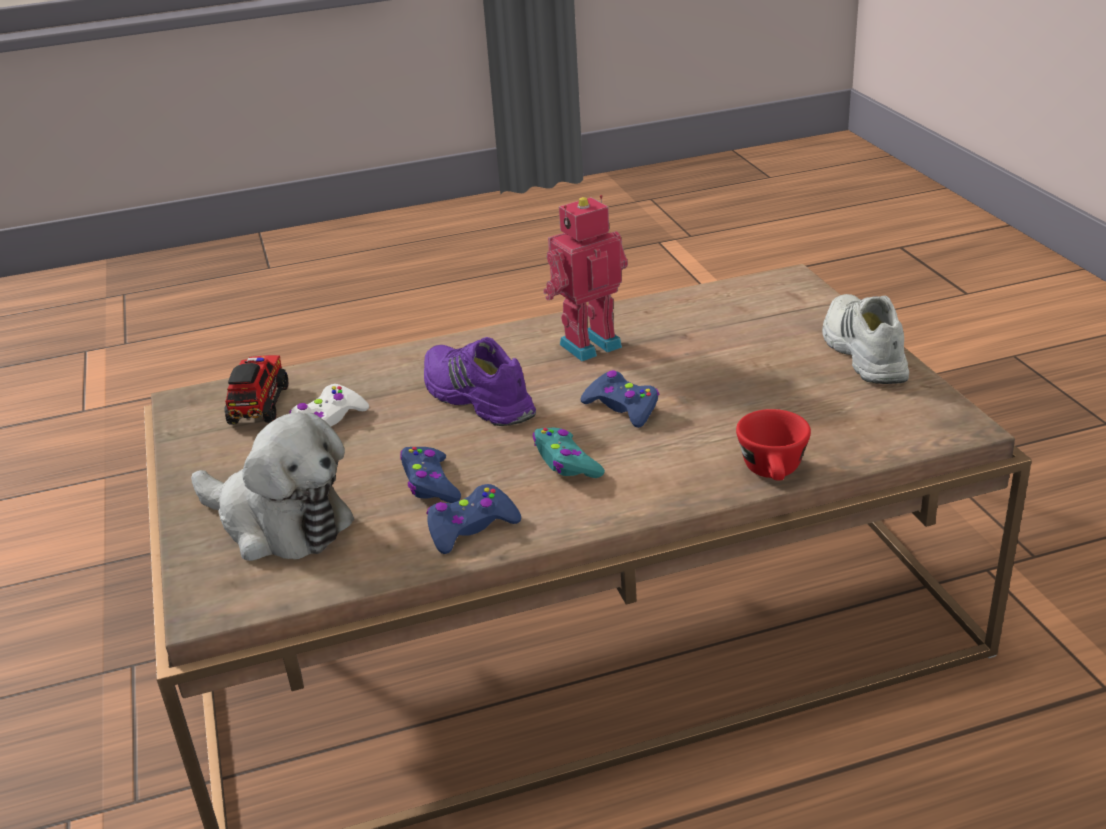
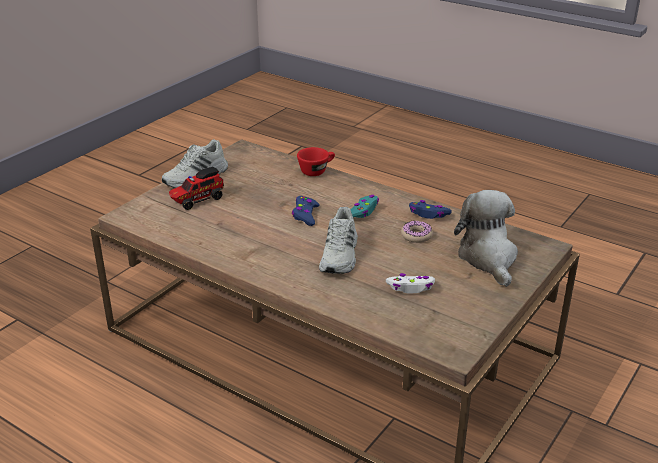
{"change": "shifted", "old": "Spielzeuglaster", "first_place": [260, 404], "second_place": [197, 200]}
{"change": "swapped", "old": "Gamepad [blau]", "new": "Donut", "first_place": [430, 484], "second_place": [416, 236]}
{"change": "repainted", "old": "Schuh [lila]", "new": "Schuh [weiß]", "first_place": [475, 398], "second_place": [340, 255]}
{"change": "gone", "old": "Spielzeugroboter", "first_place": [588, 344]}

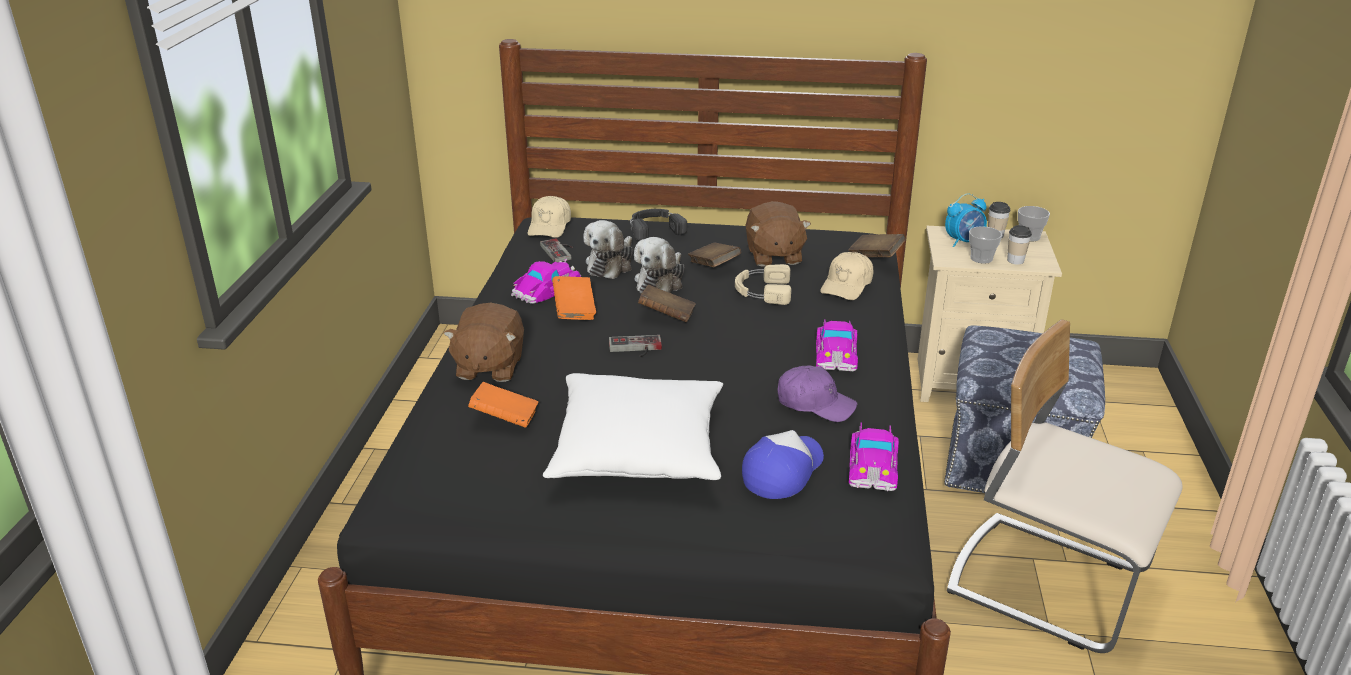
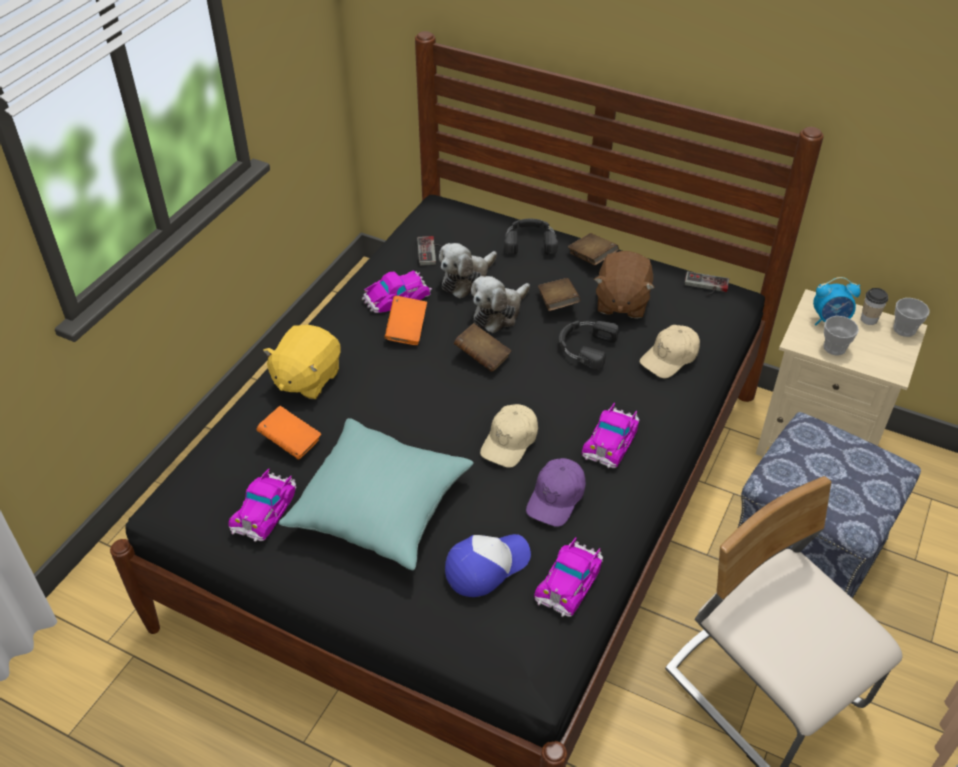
{"change": "repainted", "old": "Plüschtier [braun]", "new": "Plüschtier [gelb]", "first_place": [489, 367], "second_place": [306, 379]}
{"change": "shifted", "old": "Kappe [beige]", "first_place": [550, 226], "second_place": [510, 441]}
{"change": "repainted", "old": "Kissen [weiß]", "new": "Kissen [türkis]", "first_place": [638, 450], "second_place": [380, 507]}
{"change": "shifted", "old": "Gamepad", "first_place": [635, 348], "second_place": [705, 286]}
{"change": "repainted", "old": "Kopfhörer [beige]", "new": "Kopfhörer [schwarz]", "first_place": [762, 291], "second_place": [585, 346]}
{"change": "rotated", "old": "Kappe [lila]", "first_place": [815, 404], "second_place": [556, 498], "degrees": 75}
{"change": "shifted", "old": "Buch [braun]", "first_place": [875, 257], "second_place": [592, 258]}
{"change": "gone", "old": "Tasse", "first_place": [1015, 260]}
{"change": "new", "new": "Spielzeugauto", "second_place": [264, 509]}

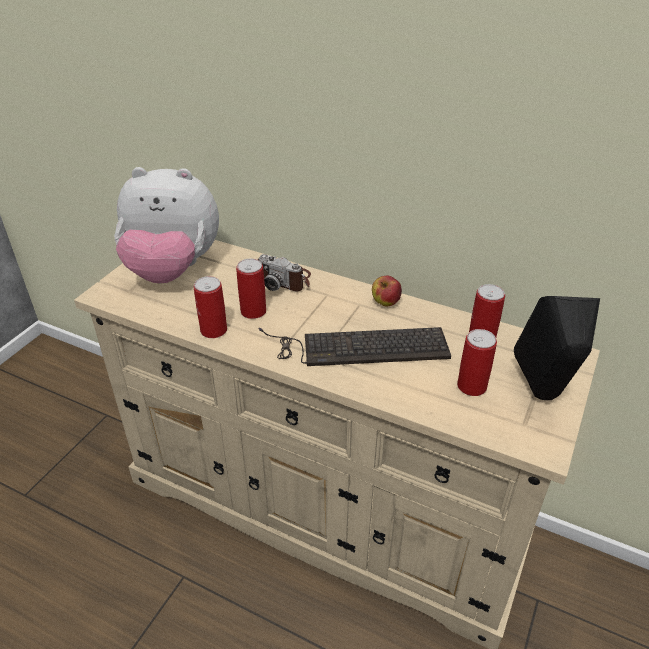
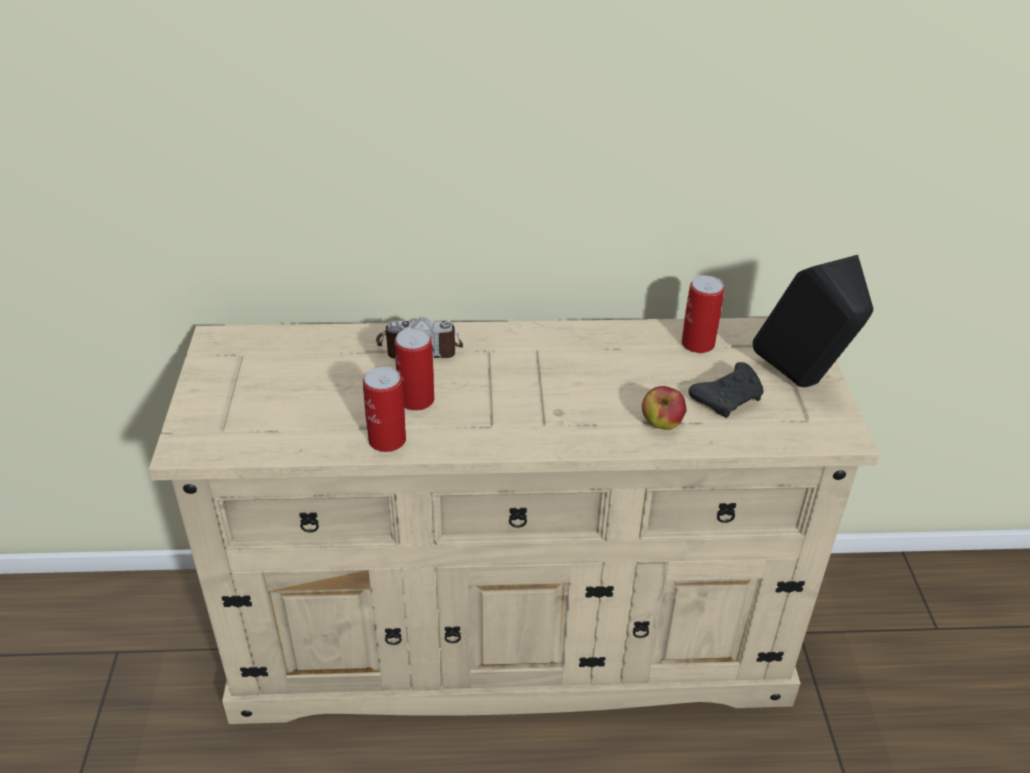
{"change": "gone", "old": "Plüschtier", "first_place": [172, 270]}
{"change": "gone", "old": "Tastatur", "first_place": [357, 346]}
{"change": "shifted", "old": "Apfel", "first_place": [385, 303], "second_place": [661, 424]}
{"change": "swapped", "old": "Dose", "new": "Gamepad [schwarz]", "first_place": [471, 386], "second_place": [728, 398]}

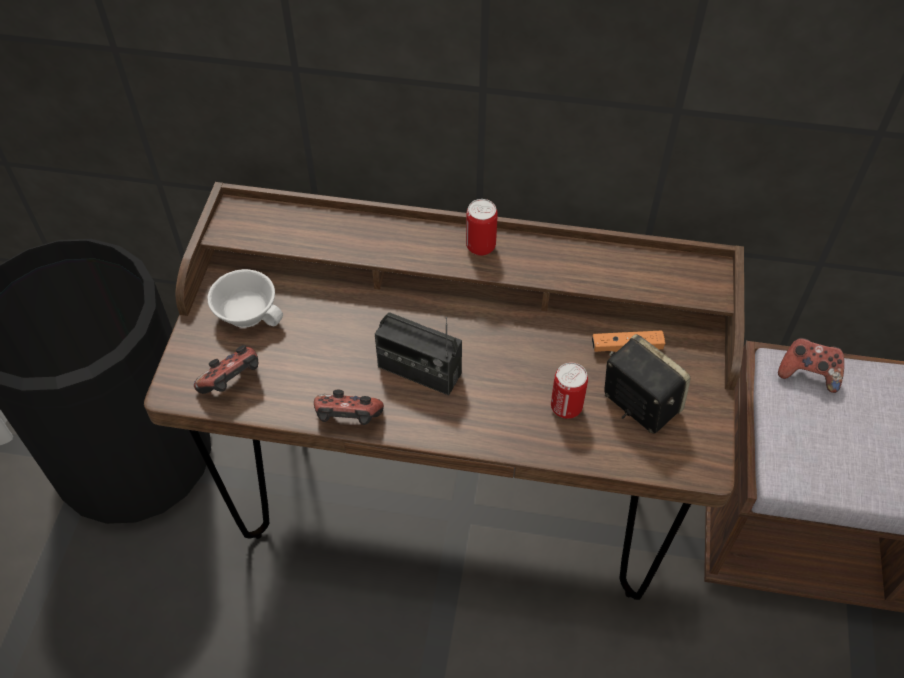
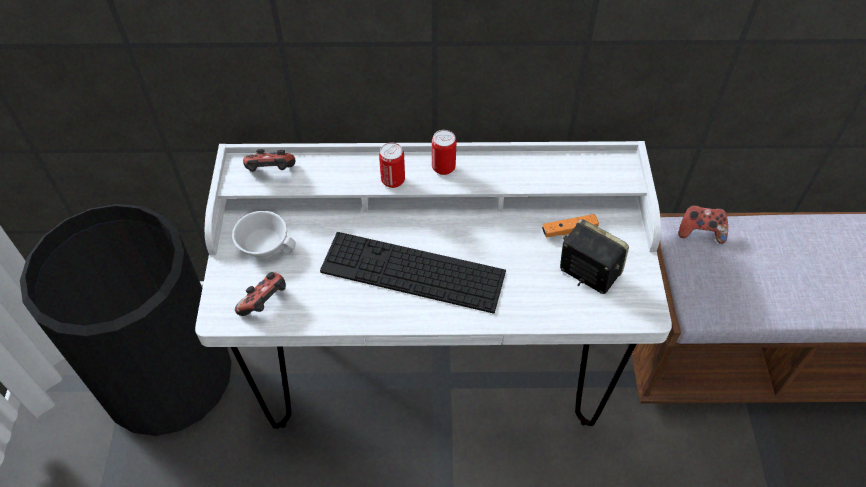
{"change": "repainted", "old": "Schreibtisch [braun]", "new": "Schreibtisch [weiß]", "first_place": [452, 498], "second_place": [433, 370]}
{"change": "shifted", "old": "Gamepad", "first_place": [348, 420], "second_place": [271, 173]}
{"change": "swapped", "old": "Radio", "new": "Tastatur", "first_place": [419, 370], "second_place": [413, 272]}
{"change": "shifted", "old": "Dose", "first_place": [566, 407], "second_place": [393, 180]}

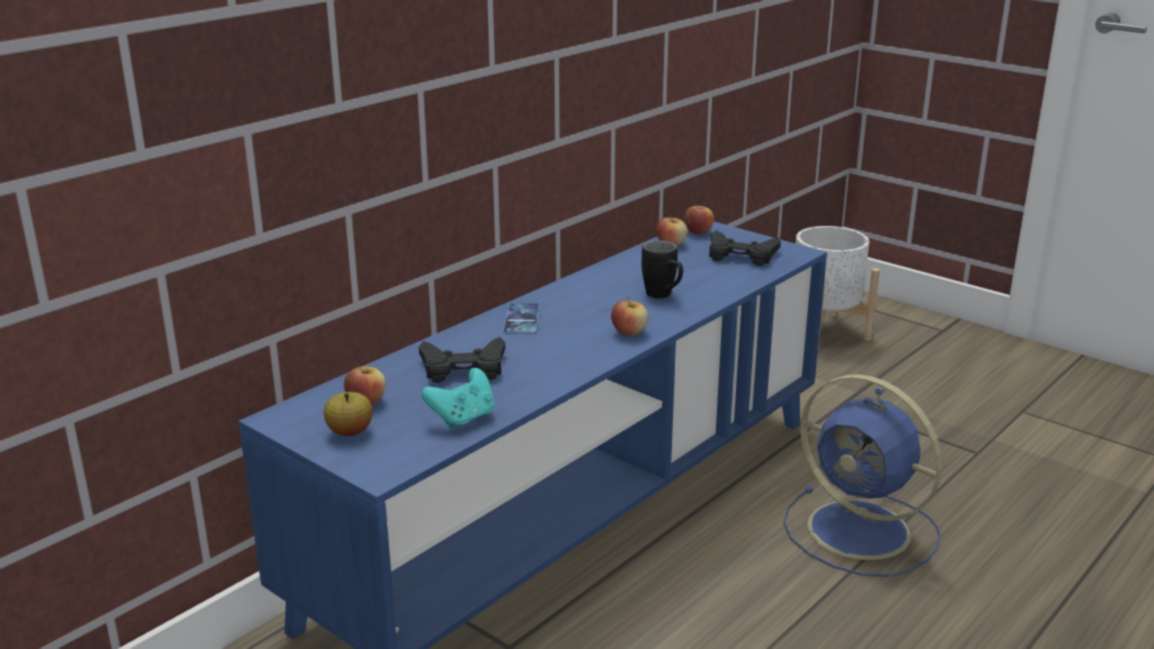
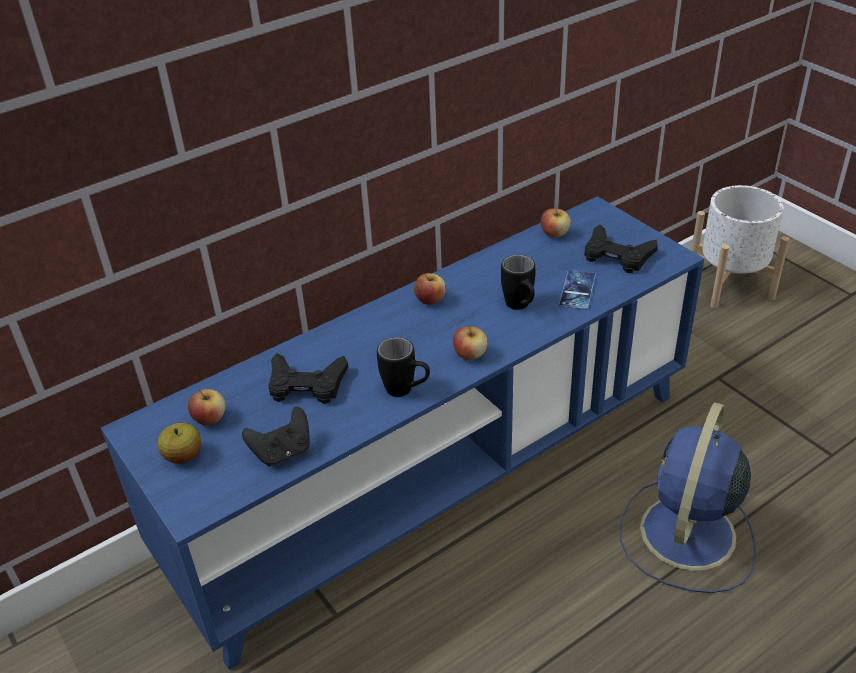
{"change": "repainted", "old": "Gamepad [türkis]", "new": "Gamepad [schwarz]", "first_place": [463, 418], "second_place": [282, 452]}
{"change": "shifted", "old": "Handy", "first_place": [522, 319], "second_place": [577, 290]}
{"change": "shifted", "old": "Apfel", "first_place": [698, 232], "second_place": [430, 300]}
{"change": "rotated", "old": "Ventilator [blau]", "first_place": [863, 532], "second_place": [686, 536], "degrees": 60}
{"change": "new", "new": "Henkelbecher [schwarz]", "second_place": [406, 391]}

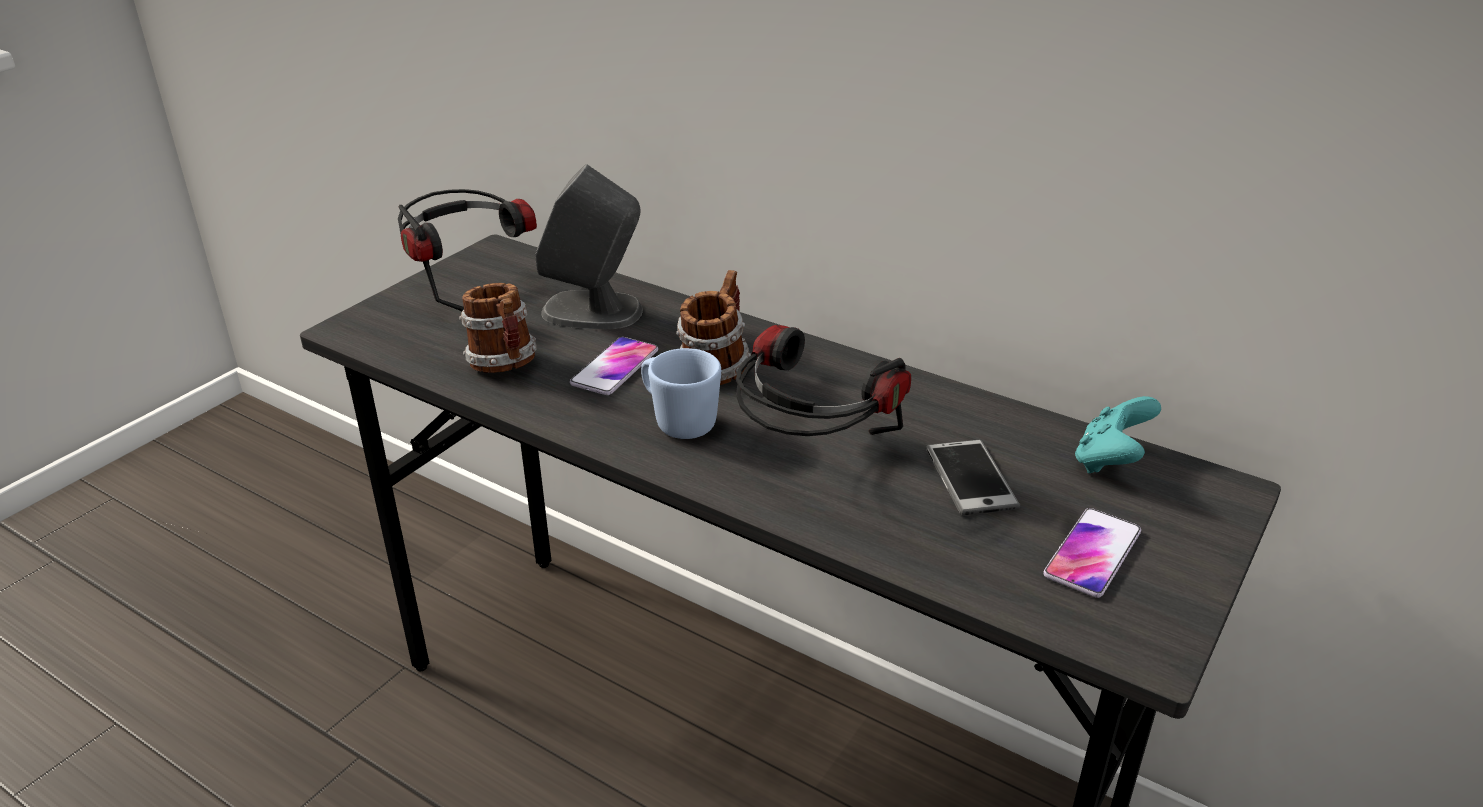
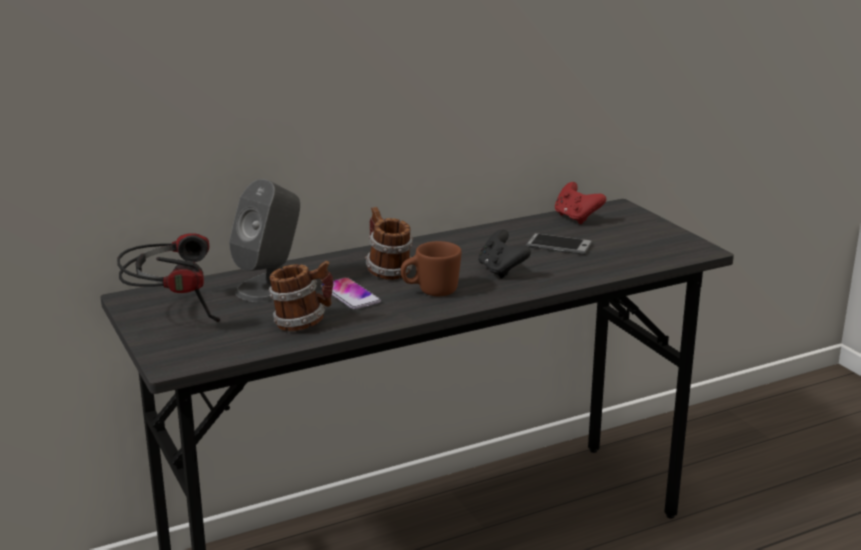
{"change": "repainted", "old": "Henkelbecher [blau]", "new": "Henkelbecher [braun]", "first_place": [678, 421], "second_place": [430, 292]}
{"change": "swapped", "old": "Kopfhörer", "new": "Gamepad [schwarz]", "first_place": [809, 456], "second_place": [501, 271]}
{"change": "gone", "old": "Handy", "first_place": [1092, 554]}
{"change": "repainted", "old": "Gamepad [türkis]", "new": "Gamepad [rot]", "first_place": [1110, 461], "second_place": [576, 218]}

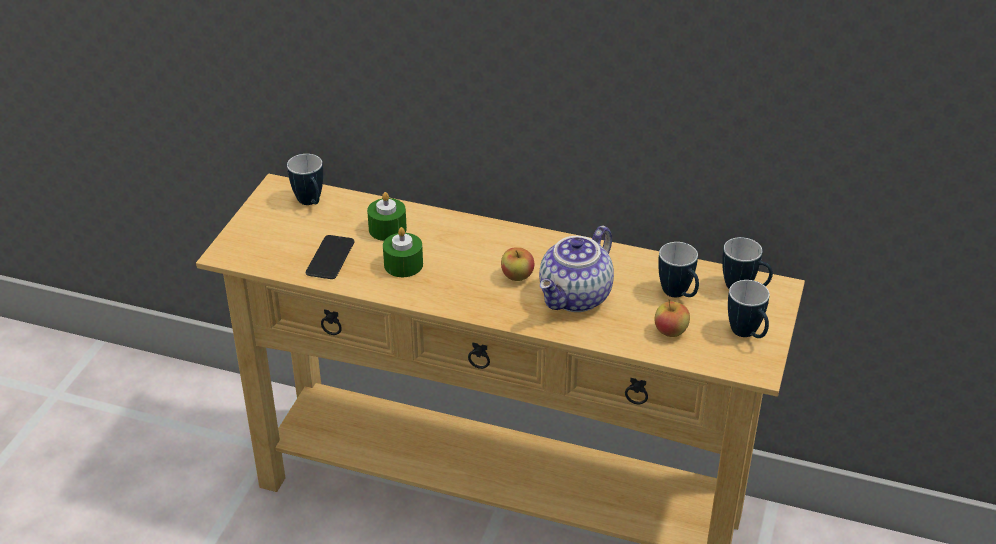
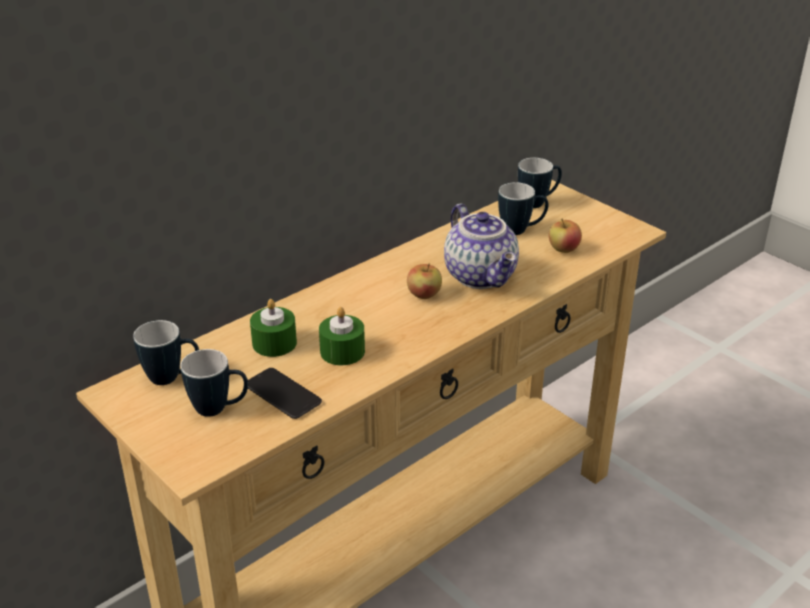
{"change": "shifted", "old": "Henkelbecher", "first_place": [747, 335], "second_place": [219, 409]}

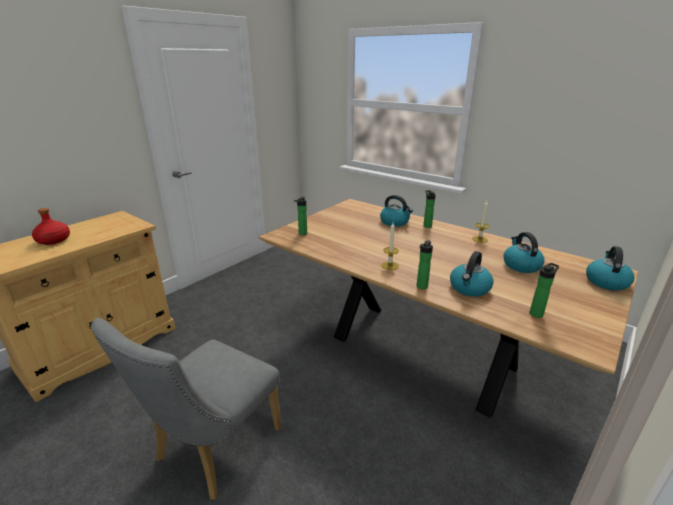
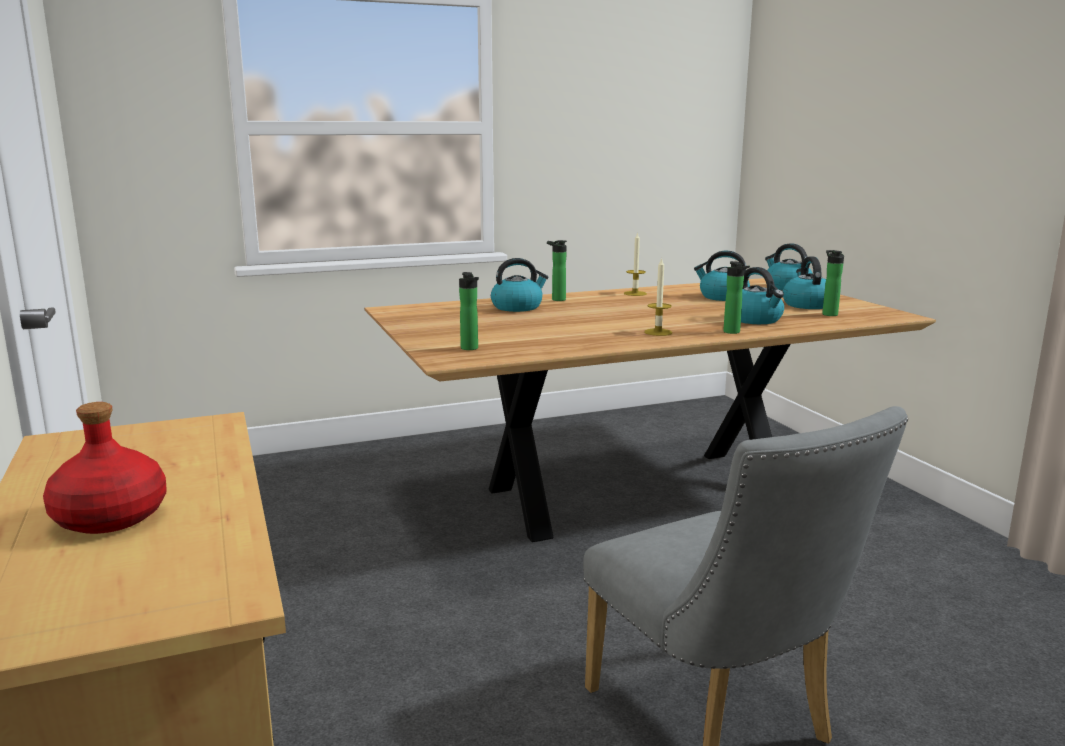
{"change": "new", "new": "Wasserkessel", "second_place": [807, 305]}

